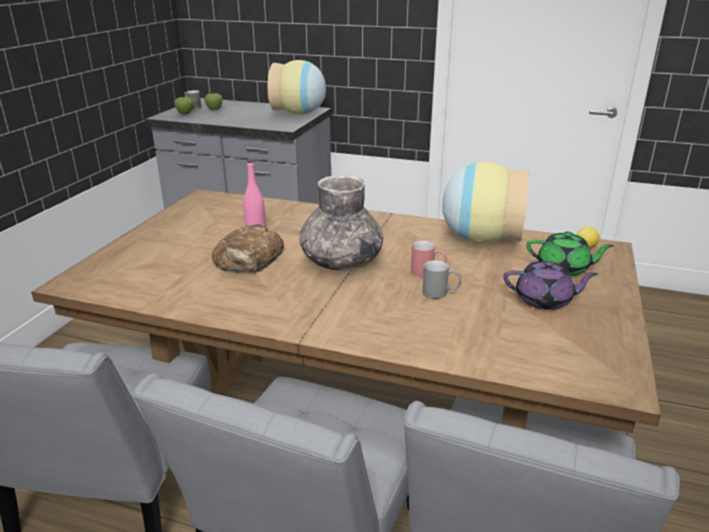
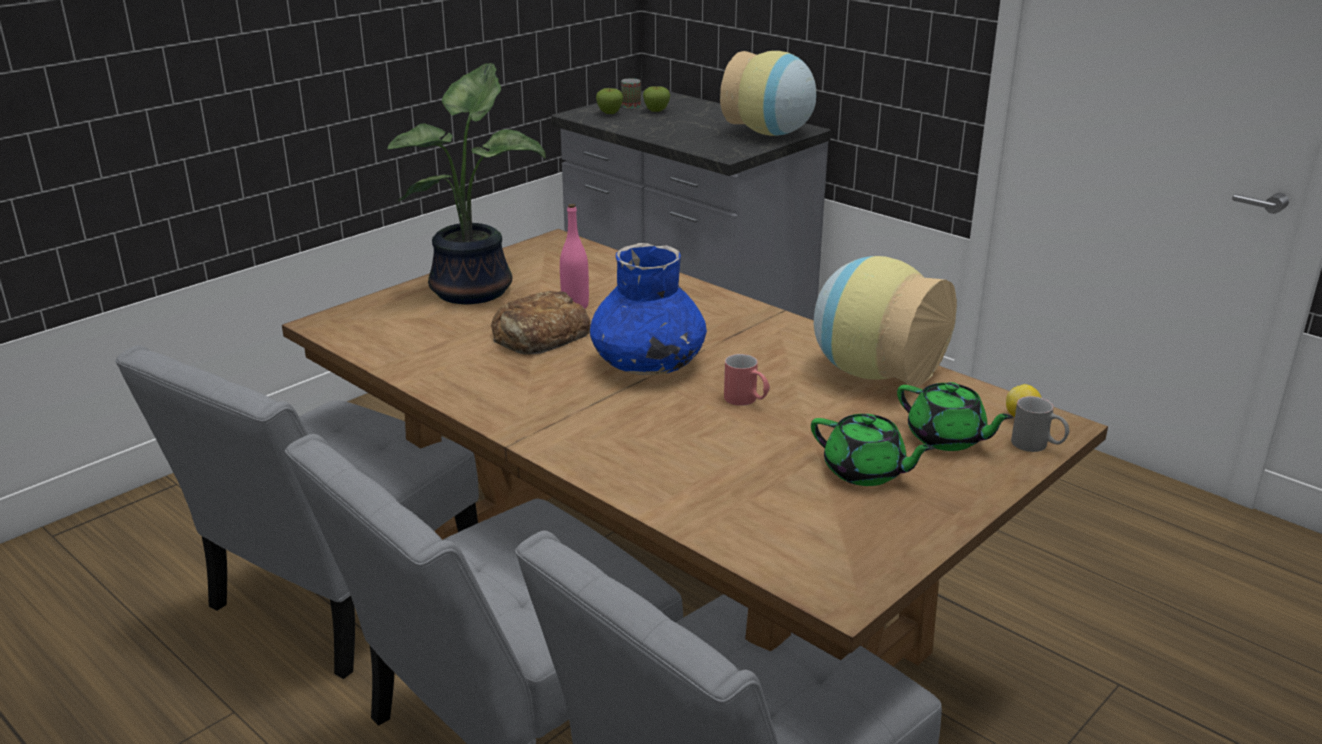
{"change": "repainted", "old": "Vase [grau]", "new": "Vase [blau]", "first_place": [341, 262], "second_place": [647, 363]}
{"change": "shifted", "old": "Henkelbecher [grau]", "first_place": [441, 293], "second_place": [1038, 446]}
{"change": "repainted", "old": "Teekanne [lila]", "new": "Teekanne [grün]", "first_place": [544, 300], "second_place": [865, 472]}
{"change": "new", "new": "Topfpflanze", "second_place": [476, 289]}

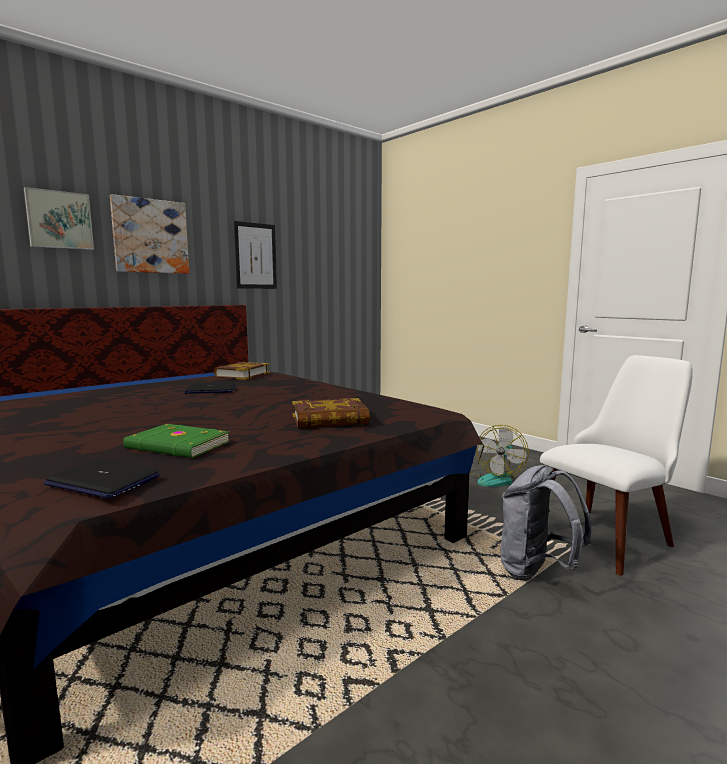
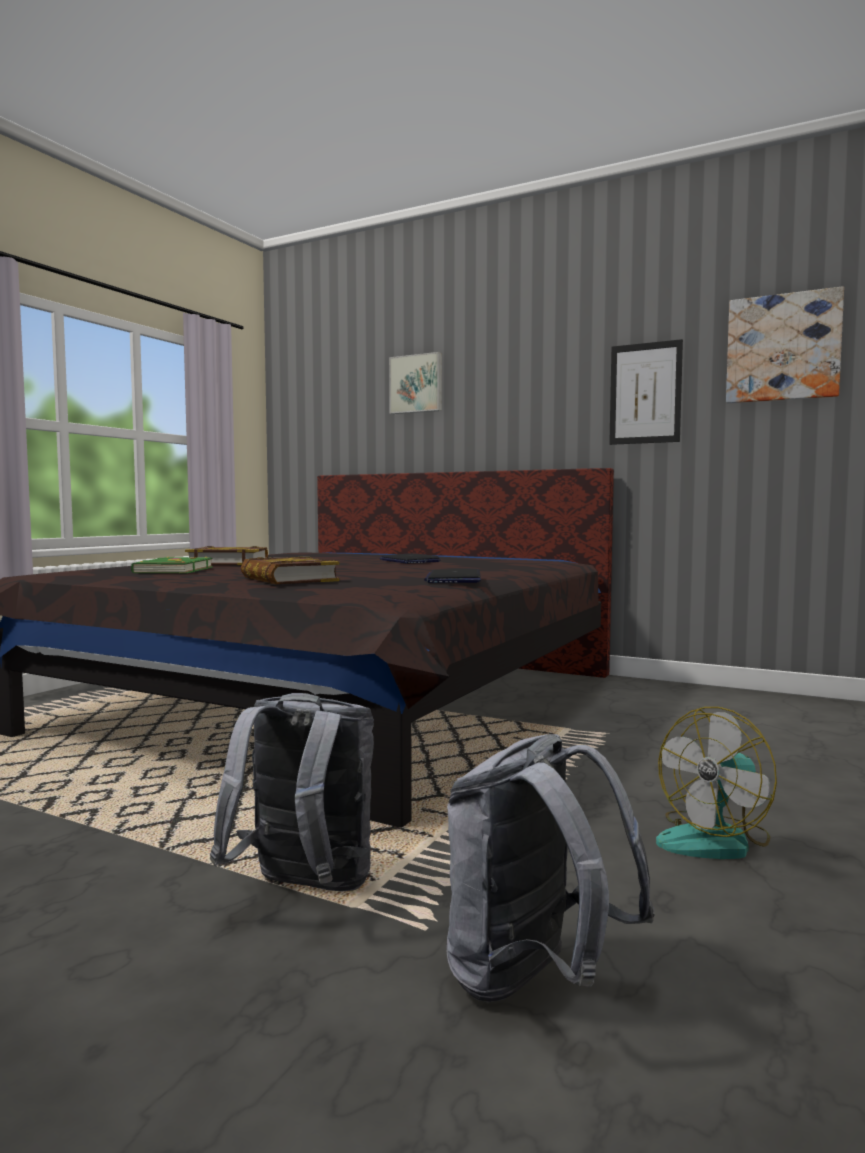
{"change": "shifted", "old": "Laptop", "first_place": [102, 481], "second_place": [453, 579]}
{"change": "shifted", "old": "Bild", "first_place": [150, 236], "second_place": [783, 348]}
{"change": "shifted", "old": "Buch", "first_place": [242, 375], "second_place": [228, 563]}
{"change": "rotated", "old": "Ventilator", "first_place": [497, 479], "second_place": [715, 840], "degrees": -45}
{"change": "swapped", "old": "Stuhl [weiß]", "new": "Rucksack [grau]", "first_place": [610, 533], "second_place": [533, 981]}

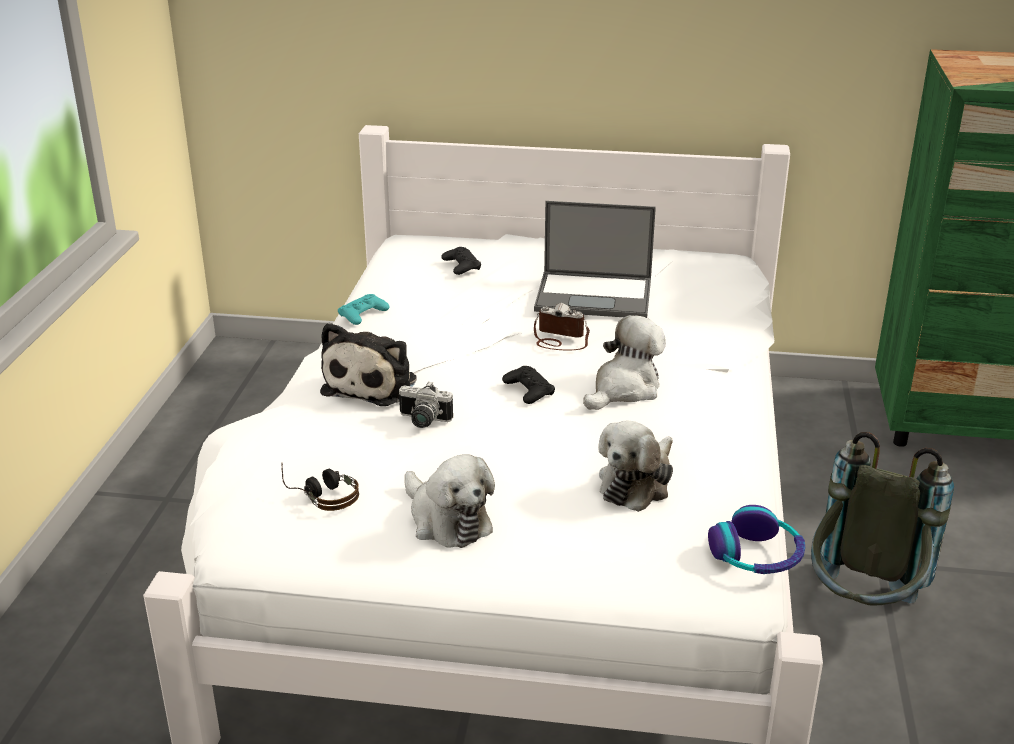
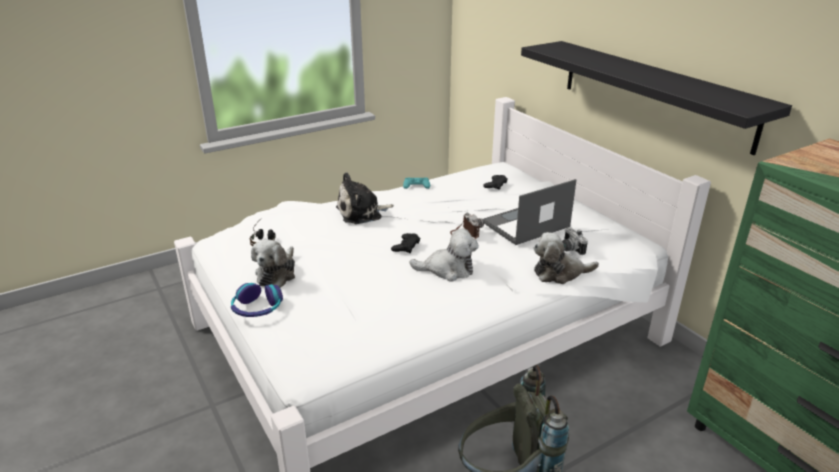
{"change": "shifted", "old": "Kamera", "first_place": [422, 421], "second_place": [569, 249]}
{"change": "rotated", "old": "Laptop", "first_place": [595, 295], "second_place": [525, 225], "degrees": 90}
{"change": "shifted", "old": "Plüschtier", "first_place": [637, 483], "second_place": [560, 273]}
{"change": "shifted", "old": "Kopfhörer", "first_place": [756, 556], "second_place": [257, 308]}
{"change": "new", "new": "Wandregal [schwarz]", "second_place": [653, 93]}

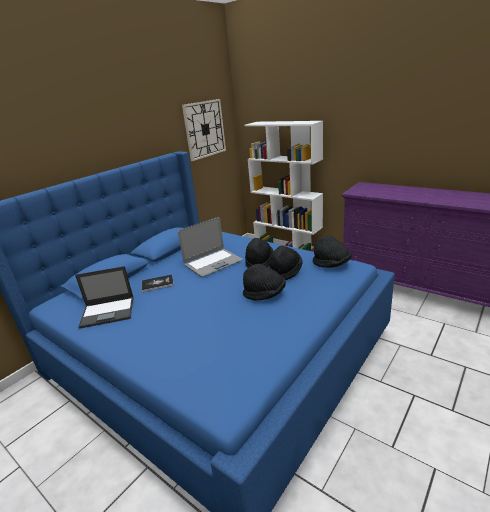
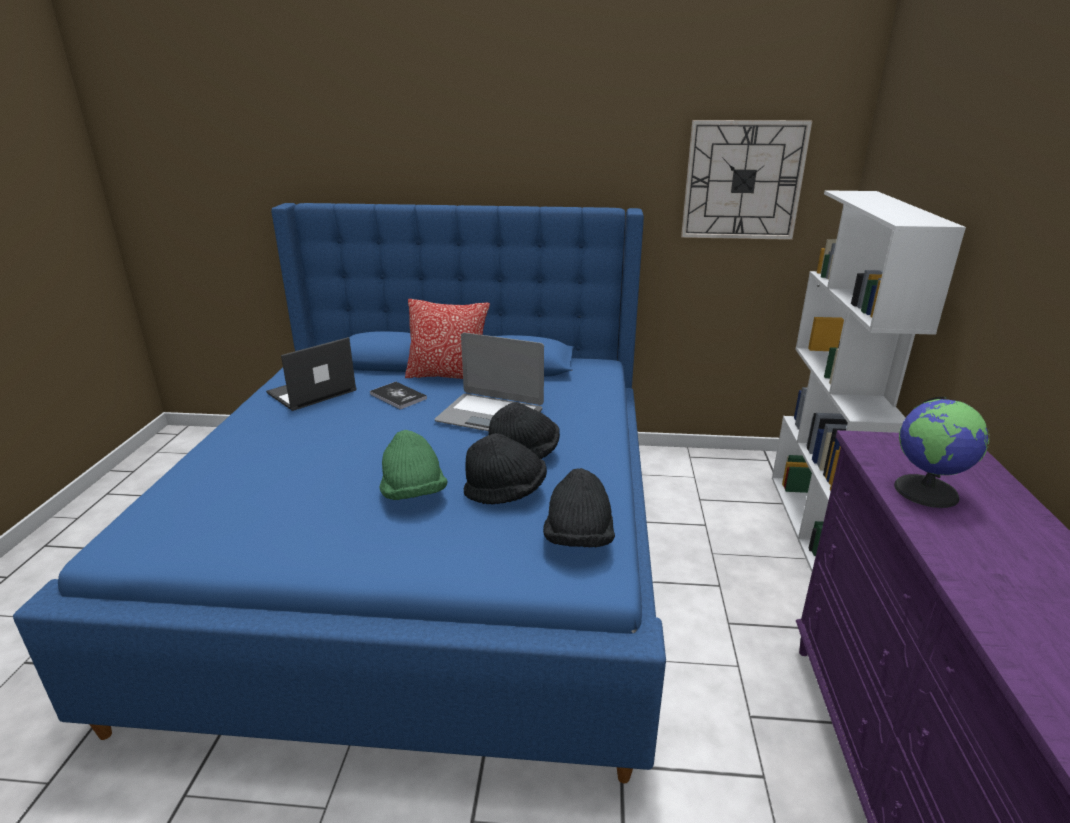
{"change": "rotated", "old": "Laptop", "first_place": [108, 312], "second_place": [311, 392], "degrees": 90}
{"change": "repainted", "old": "Hut [schwarz]", "new": "Hut [grün]", "first_place": [265, 294], "second_place": [413, 494]}
{"change": "new", "new": "Kissen", "second_place": [448, 376]}
{"change": "new", "new": "Globus", "second_place": [927, 491]}

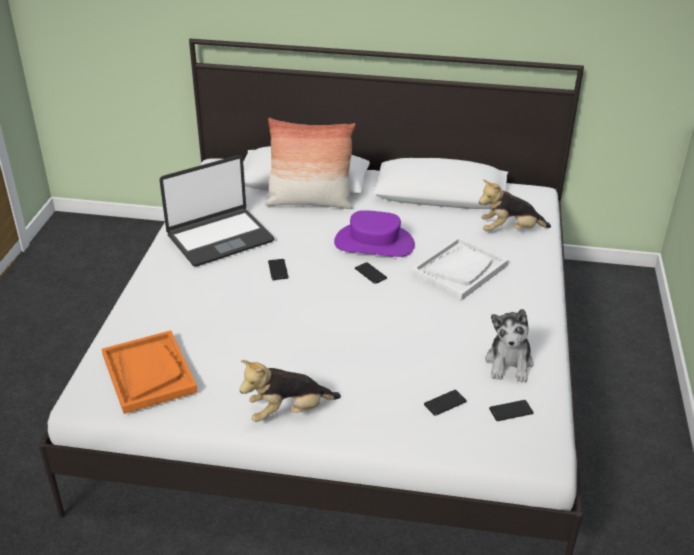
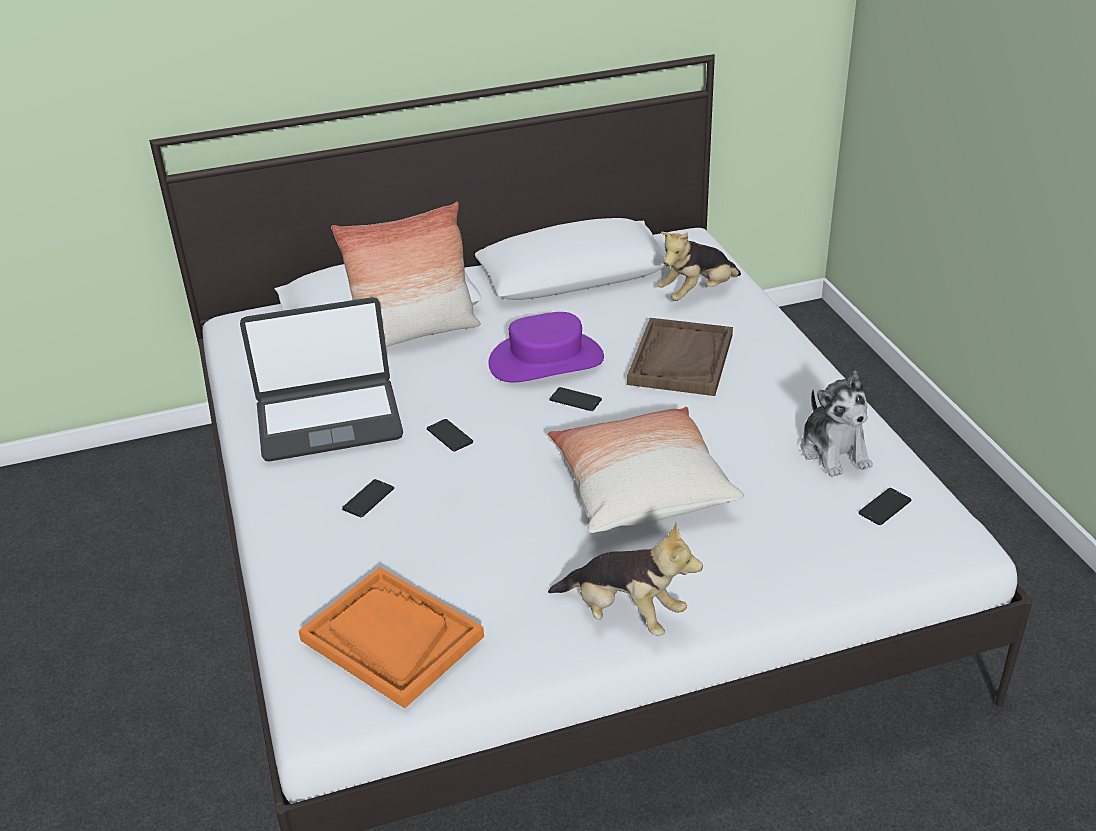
{"change": "rotated", "old": "Laptop", "first_place": [219, 238], "second_place": [329, 420], "degrees": 45}
{"change": "rotated", "old": "Plüschtier", "first_place": [288, 412], "second_place": [624, 614], "degrees": -105}
{"change": "repainted", "old": "Tablett [weiß]", "new": "Tablett [braun]", "first_place": [459, 270], "second_place": [680, 359]}
{"change": "shifted", "old": "Handy", "first_place": [445, 403], "second_place": [368, 499]}
{"change": "new", "new": "Kissen", "second_place": [640, 489]}

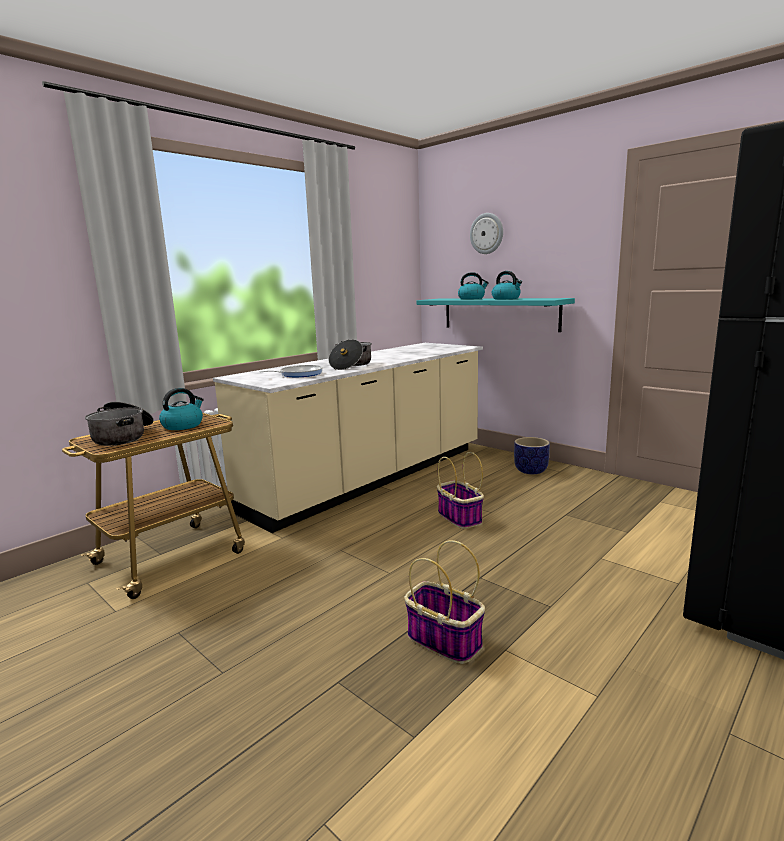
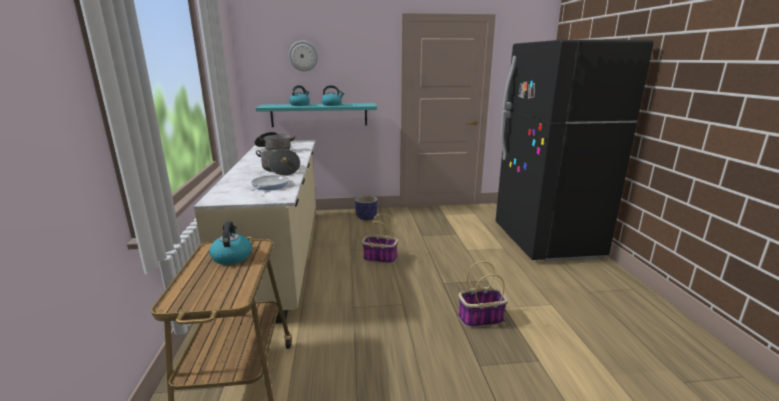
{"change": "shifted", "old": "Kochtopf", "first_place": [123, 436], "second_place": [274, 149]}

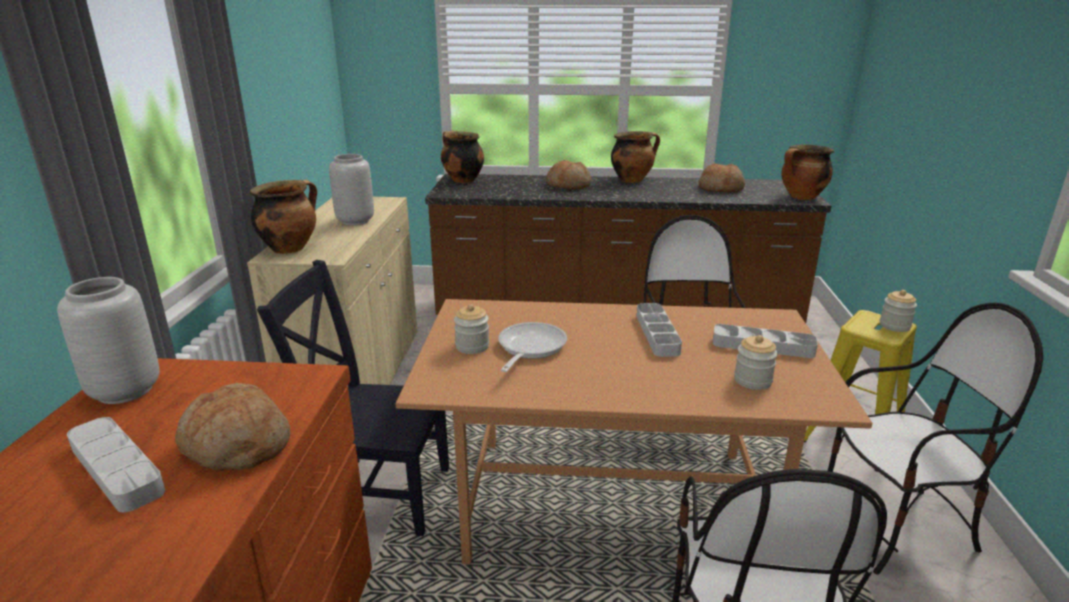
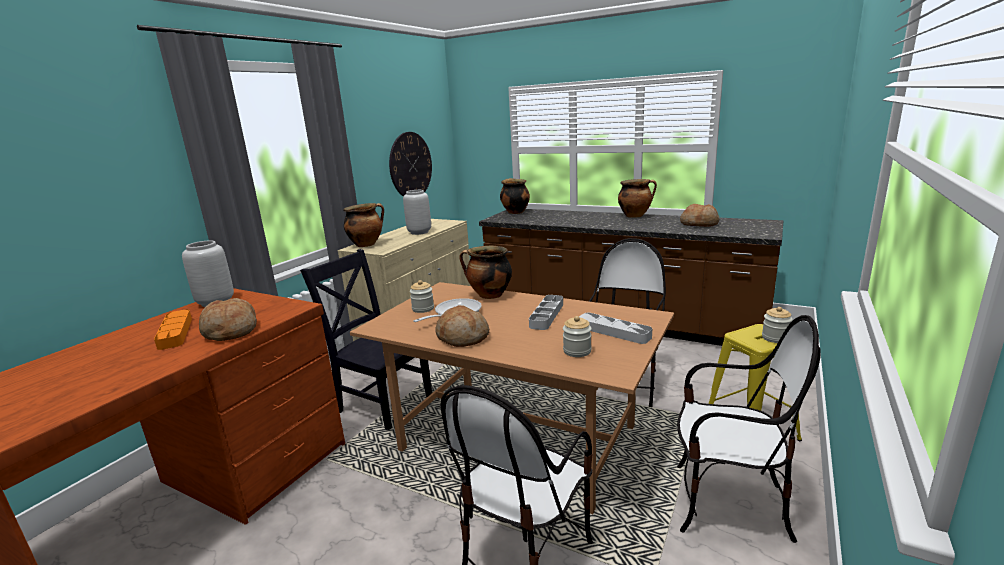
{"change": "repainted", "old": "Tablett [grau]", "new": "Tablett [orange]", "first_place": [116, 469], "second_place": [175, 333]}
{"change": "shifted", "old": "Brot", "first_place": [569, 185], "second_place": [462, 337]}
{"change": "shifted", "old": "Kochtopf", "first_place": [801, 197], "second_place": [489, 295]}
{"change": "new", "new": "Wanduhr", "second_place": [410, 165]}

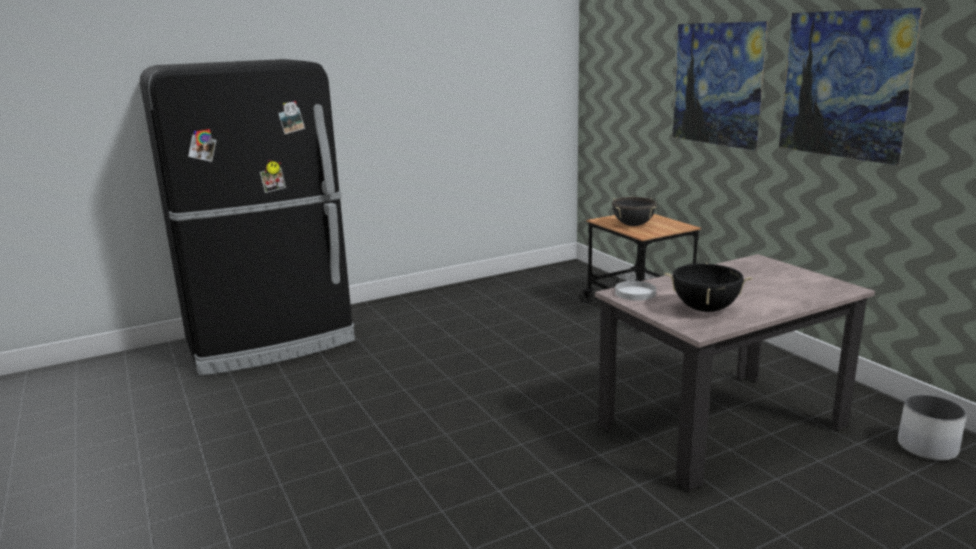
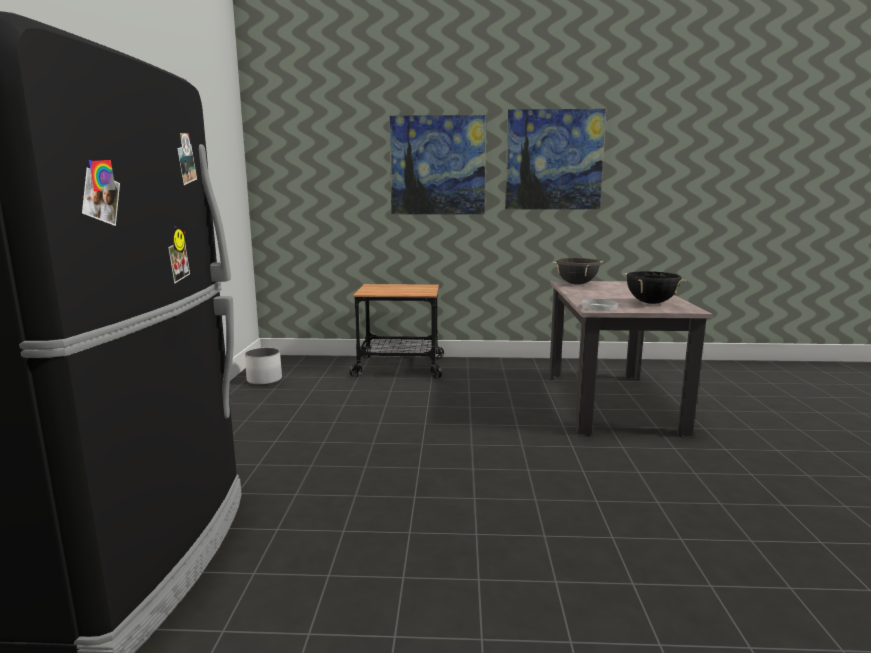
{"change": "shifted", "old": "Kochtopf [schwarz]", "first_place": [633, 225], "second_place": [576, 284]}
{"change": "shifted", "old": "Pflanzkübel [weiß]", "first_place": [926, 447], "second_place": [264, 380]}

